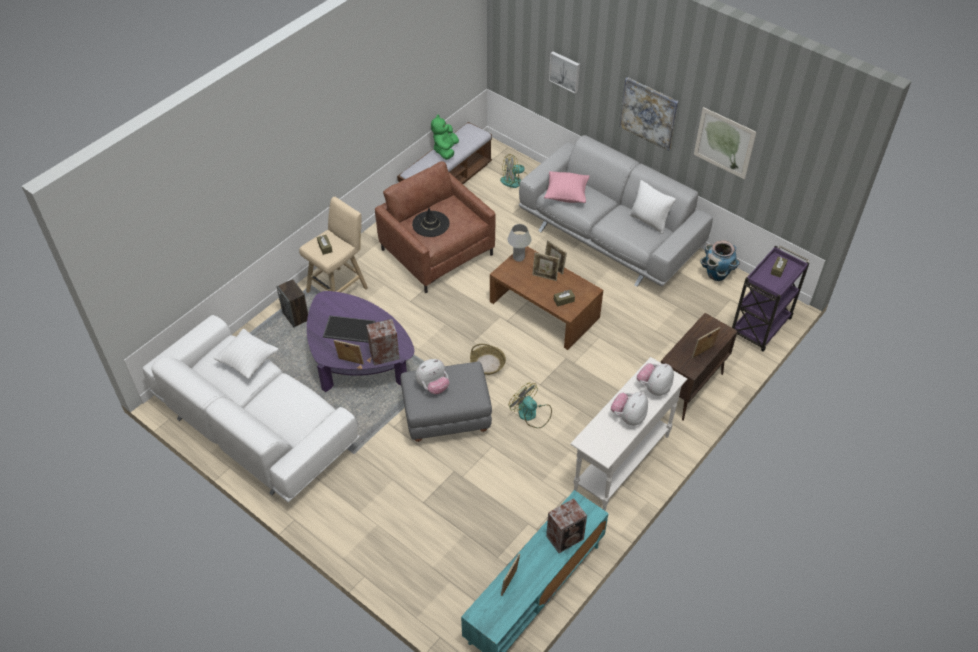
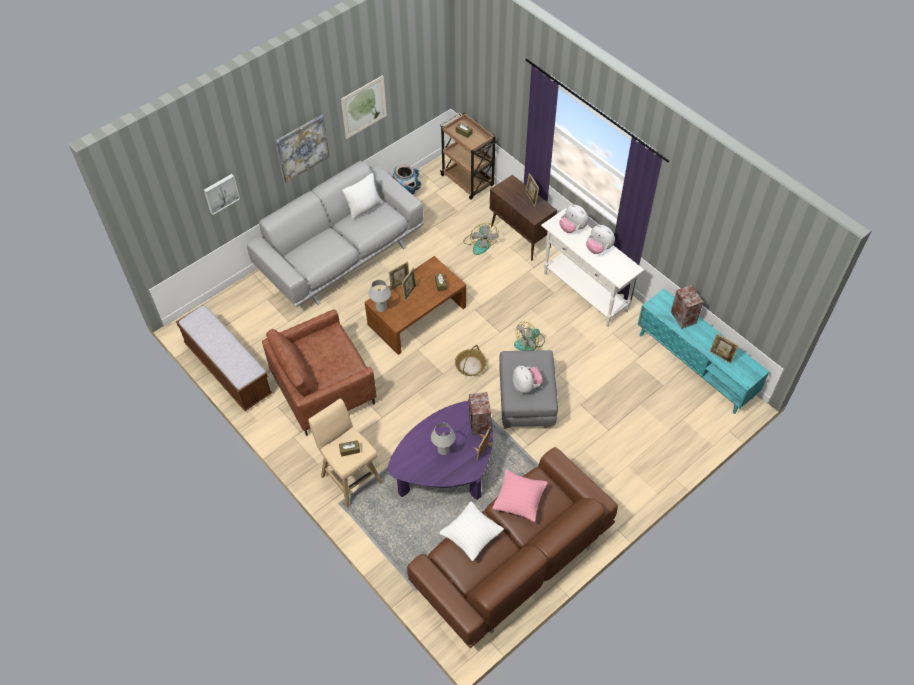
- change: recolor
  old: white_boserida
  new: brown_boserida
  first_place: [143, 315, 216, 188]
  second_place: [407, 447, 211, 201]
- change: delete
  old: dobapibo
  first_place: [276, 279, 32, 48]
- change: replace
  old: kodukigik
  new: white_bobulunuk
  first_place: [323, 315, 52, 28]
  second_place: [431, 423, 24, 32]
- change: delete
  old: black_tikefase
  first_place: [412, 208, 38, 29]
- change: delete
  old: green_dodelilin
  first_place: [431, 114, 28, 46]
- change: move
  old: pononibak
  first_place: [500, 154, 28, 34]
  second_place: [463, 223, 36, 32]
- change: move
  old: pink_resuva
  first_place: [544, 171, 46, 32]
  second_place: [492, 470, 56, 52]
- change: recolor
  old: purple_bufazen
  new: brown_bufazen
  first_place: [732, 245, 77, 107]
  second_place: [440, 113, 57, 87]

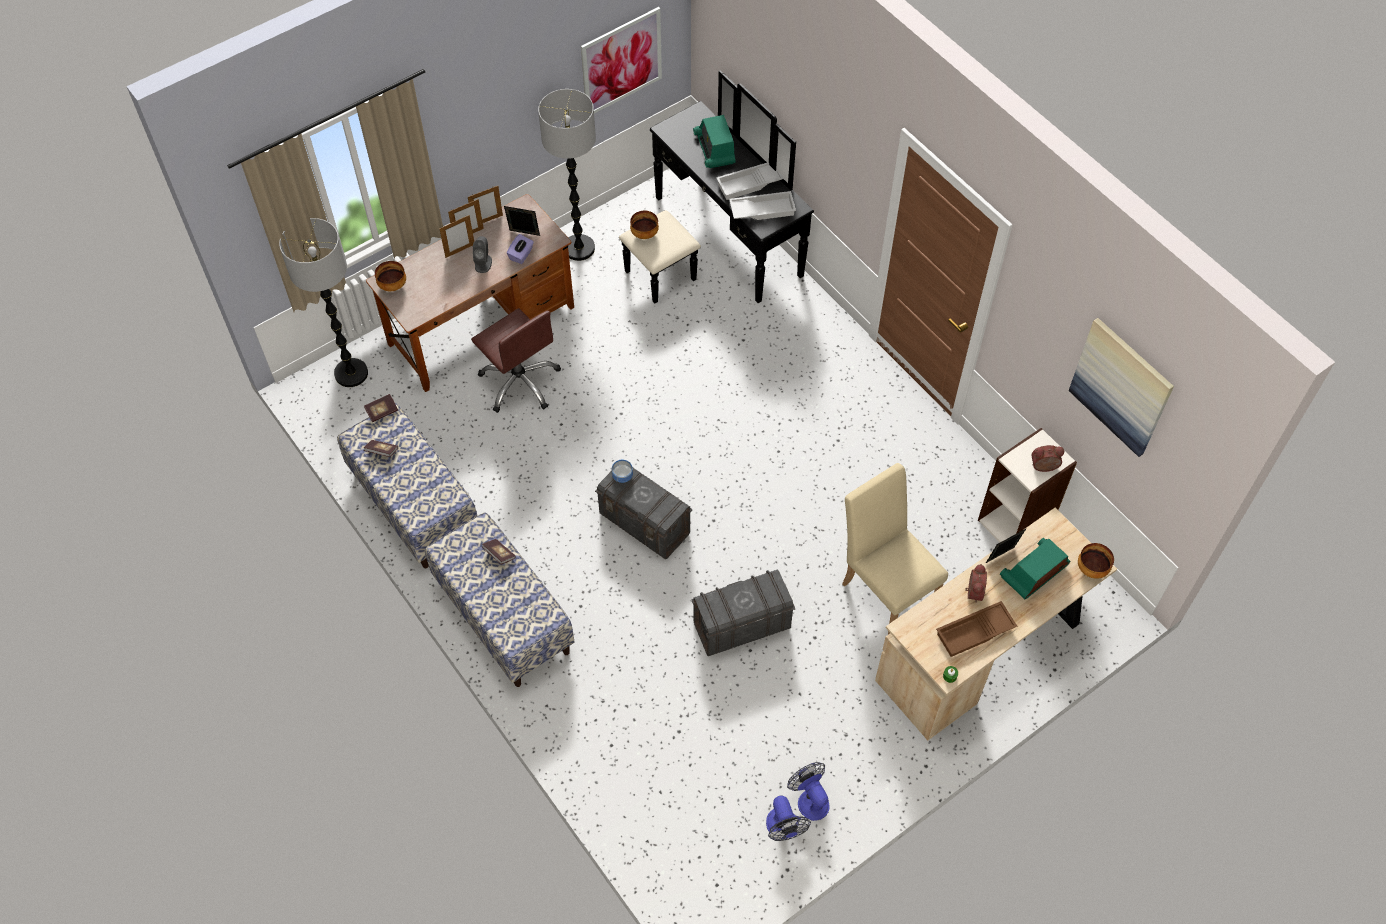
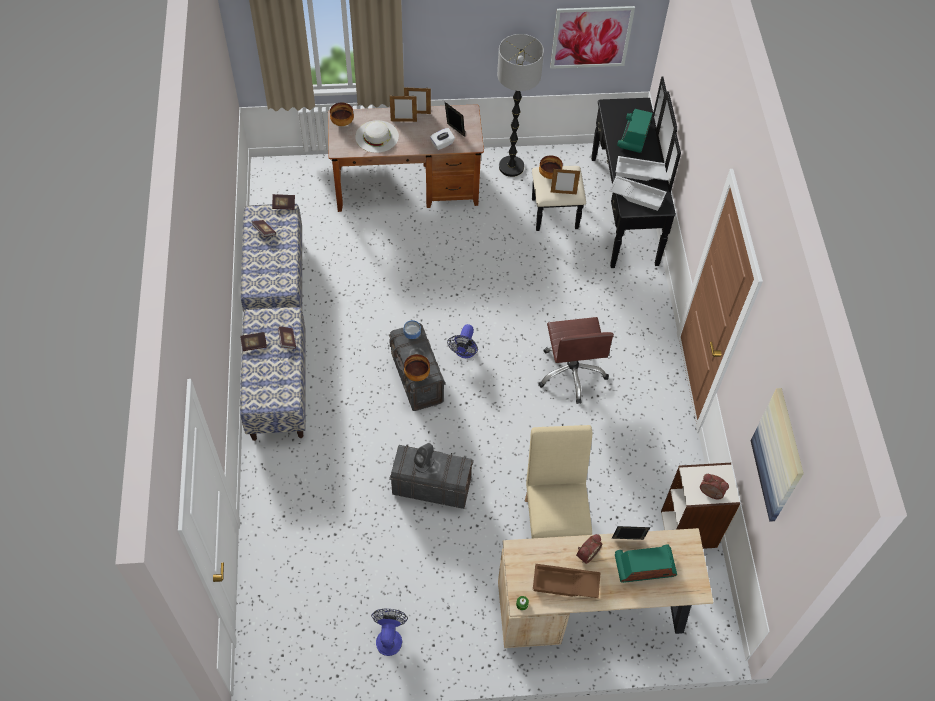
- change: delete
  old: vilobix
  first_place: [279, 218, 89, 169]
- change: move
  old: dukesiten
  first_place: [468, 186, 35, 37]
  second_place: [551, 169, 29, 25]
- change: move
  old: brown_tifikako
  first_place: [471, 308, 90, 105]
  second_place: [538, 317, 76, 87]
- change: move
  old: grey_dobapibo
  first_place: [473, 236, 19, 37]
  second_place: [414, 443, 20, 30]
- change: recolor
  old: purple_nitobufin
  new: white_nitobufin
  first_place: [507, 234, 27, 30]
  second_place: [430, 128, 25, 22]
- change: move
  old: pononibak
  first_place: [766, 796, 45, 45]
  second_place: [447, 324, 31, 34]
- change: move
  old: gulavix
  first_place: [1078, 543, 36, 36]
  second_place: [404, 354, 26, 27]
- change: insert
  new: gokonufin
  second_place: [240, 332, 27, 19]
- change: insert
  new: white_tikefase
  second_place: [355, 120, 44, 33]

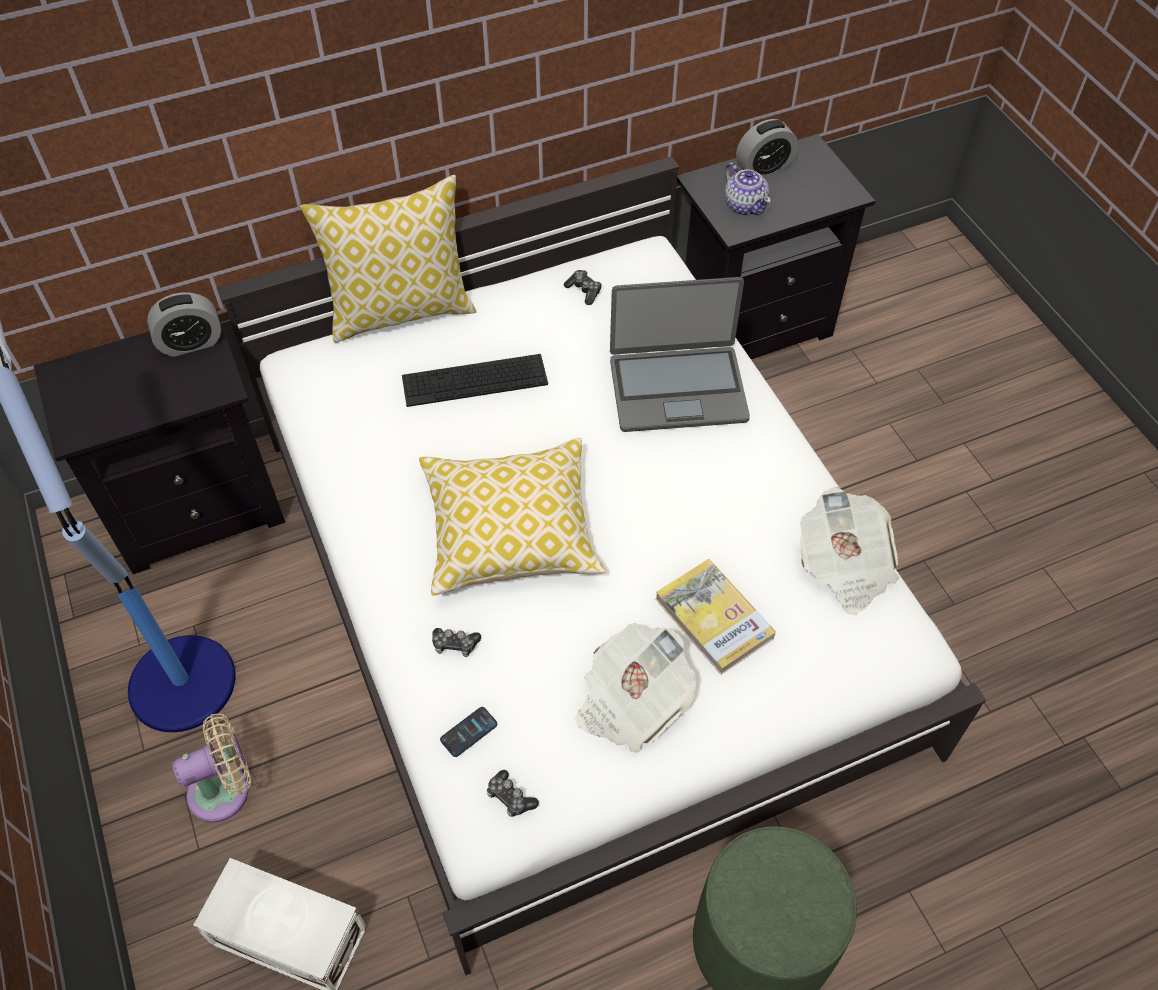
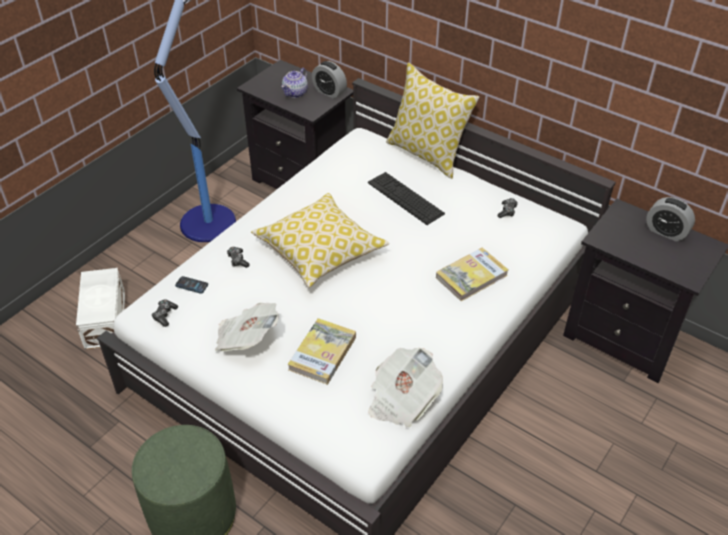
- change: delete
  old: beige_pononibak
  first_place: [172, 713, 79, 110]
- change: replace
  old: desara
  new: gokonufin
  first_place: [610, 277, 140, 155]
  second_place: [436, 248, 72, 53]
- change: move
  old: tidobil
  first_place: [725, 163, 46, 52]
  second_place: [281, 68, 27, 30]

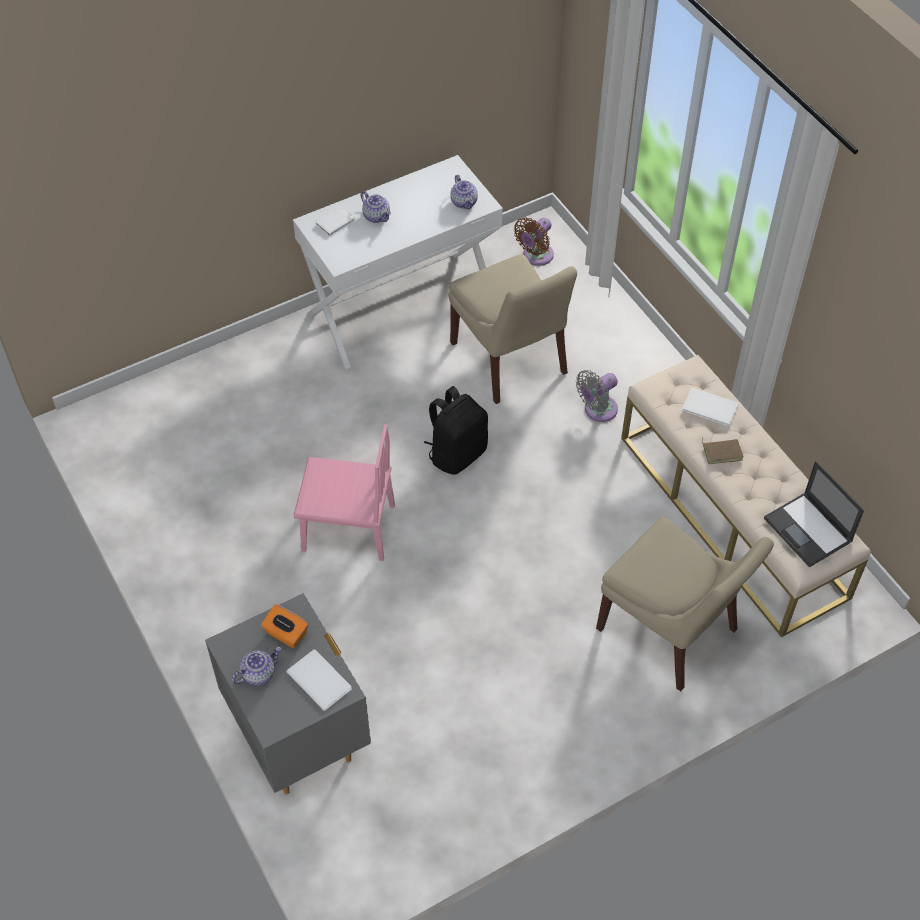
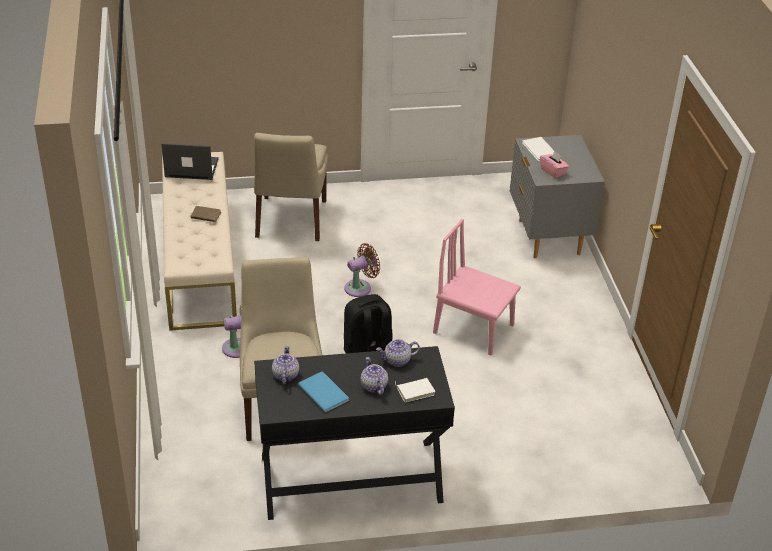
- change: move
  old: tidobil
  first_place: [232, 647, 49, 39]
  second_place: [376, 339, 44, 28]
- change: recolor
  old: orange_nitobufin
  new: pink_nitobufin
  first_place: [261, 604, 48, 44]
  second_place: [540, 150, 29, 28]
- change: recolor
  old: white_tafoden
  new: black_tafoden
  first_place: [293, 155, 210, 214]
  second_place: [254, 346, 201, 174]
- change: move
  old: brown_pononibak
  first_place: [514, 218, 40, 48]
  second_place: [345, 243, 35, 54]
- change: rotate
  old: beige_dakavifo
  first_place: [596, 516, 178, 175]
  second_place: [254, 133, 74, 108]
  degrees: -150
- change: delete
  old: white_gokonufin
  first_place: [682, 387, 57, 39]
- change: rotate
  old: desara
  first_place: [764, 461, 100, 107]
  second_place: [161, 143, 58, 37]
  degrees: -75
- change: insert
  new: blue_gokonufin
  second_place: [298, 372, 51, 40]

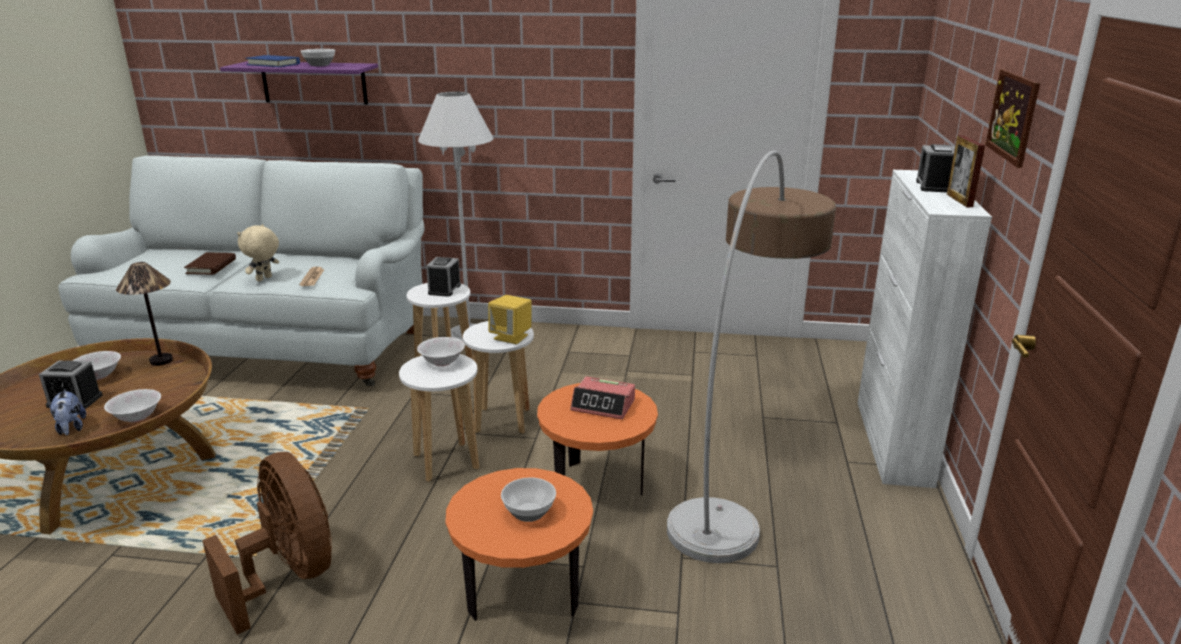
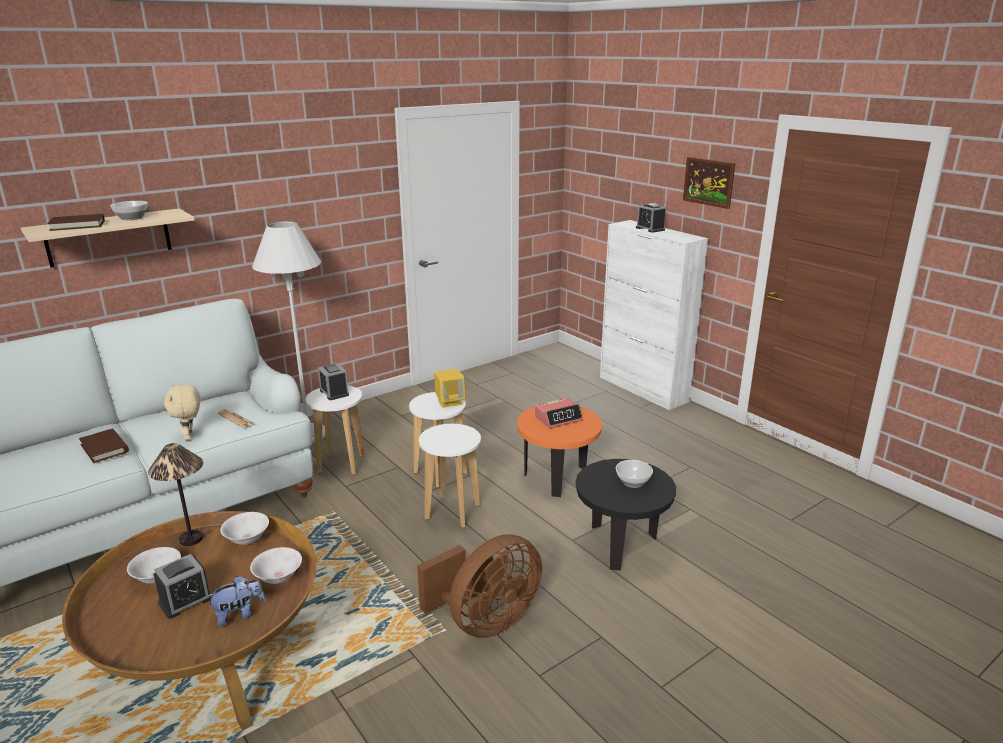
- change: rotate
  old: dodelilin
  first_place: [48, 389, 38, 46]
  second_place: [206, 576, 60, 50]
  degrees: -45
- change: rotate
  old: brown_pononibak
  first_place: [202, 452, 130, 183]
  second_place: [417, 534, 125, 104]
  degrees: 135
- change: recolor
  old: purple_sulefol
  new: beige_sulefol
  first_place: [220, 61, 158, 44]
  second_place: [21, 208, 174, 60]
- change: recolor
  old: blue_gokonufin
  new: brown_gokonufin
  first_place: [245, 55, 55, 12]
  second_place: [47, 214, 58, 17]
- change: move
  old: white_gulavix
  first_place: [417, 337, 48, 29]
  second_place: [220, 512, 49, 33]
- change: recolor
  old: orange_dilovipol
  new: black_dilovipol
  first_place: [445, 468, 148, 153]
  second_place: [575, 459, 101, 112]
- change: delete
  old: vilobix
  first_place: [667, 150, 169, 413]
- change: delete
  old: dukesiten
  first_place: [947, 136, 38, 71]

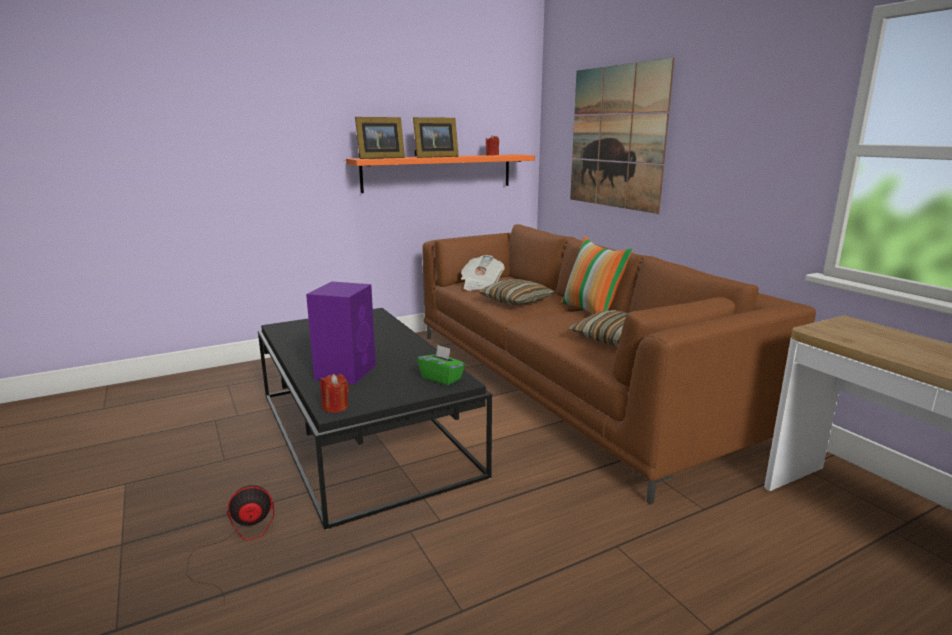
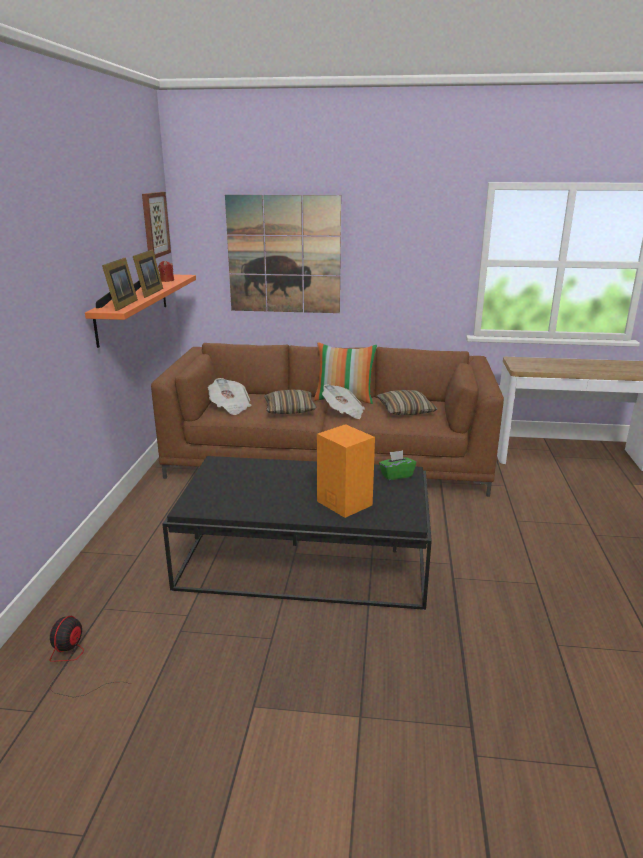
- change: move
  old: pononibak
  first_place: [186, 485, 88, 114]
  second_place: [50, 616, 81, 81]
- change: recolor
  old: purple_dobapibo
  new: orange_dobapibo
  first_place: [306, 281, 70, 103]
  second_place: [317, 424, 58, 94]
- change: delete
  old: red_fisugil
  first_place: [320, 374, 29, 39]
- change: insert
  new: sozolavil
  second_place: [142, 192, 29, 67]
- change: insert
  new: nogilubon
  second_place: [322, 384, 43, 35]

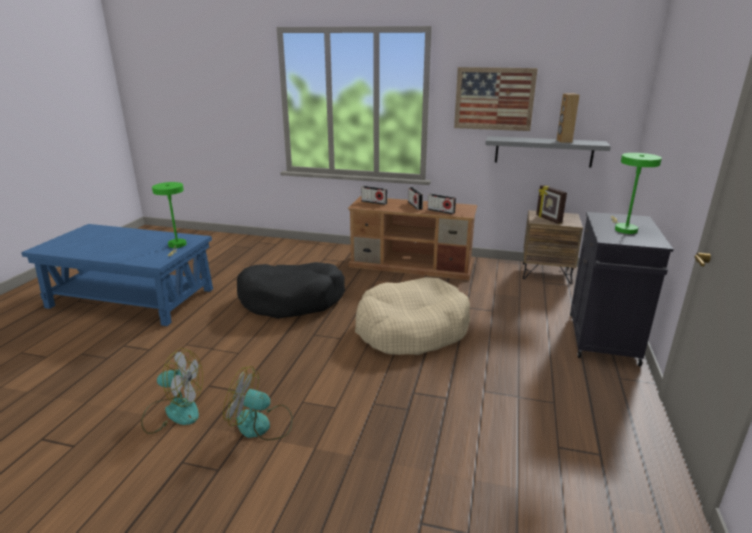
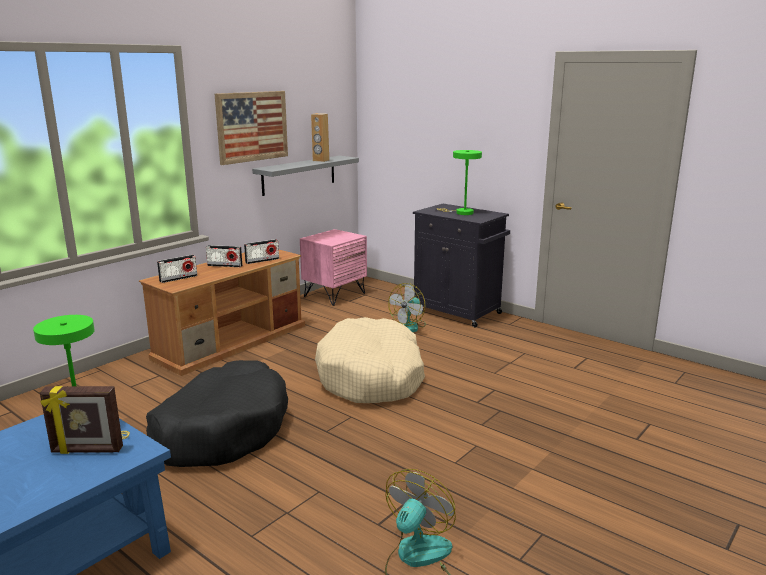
- change: move
  old: pononibak
  first_place: [223, 366, 70, 75]
  second_place: [388, 283, 38, 49]
- change: recolor
  old: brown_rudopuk
  new: pink_rudopuk
  first_place: [523, 210, 60, 74]
  second_place: [300, 229, 67, 77]
- change: move
  old: dukesiten
  first_place: [536, 185, 31, 39]
  second_place: [40, 386, 83, 68]

